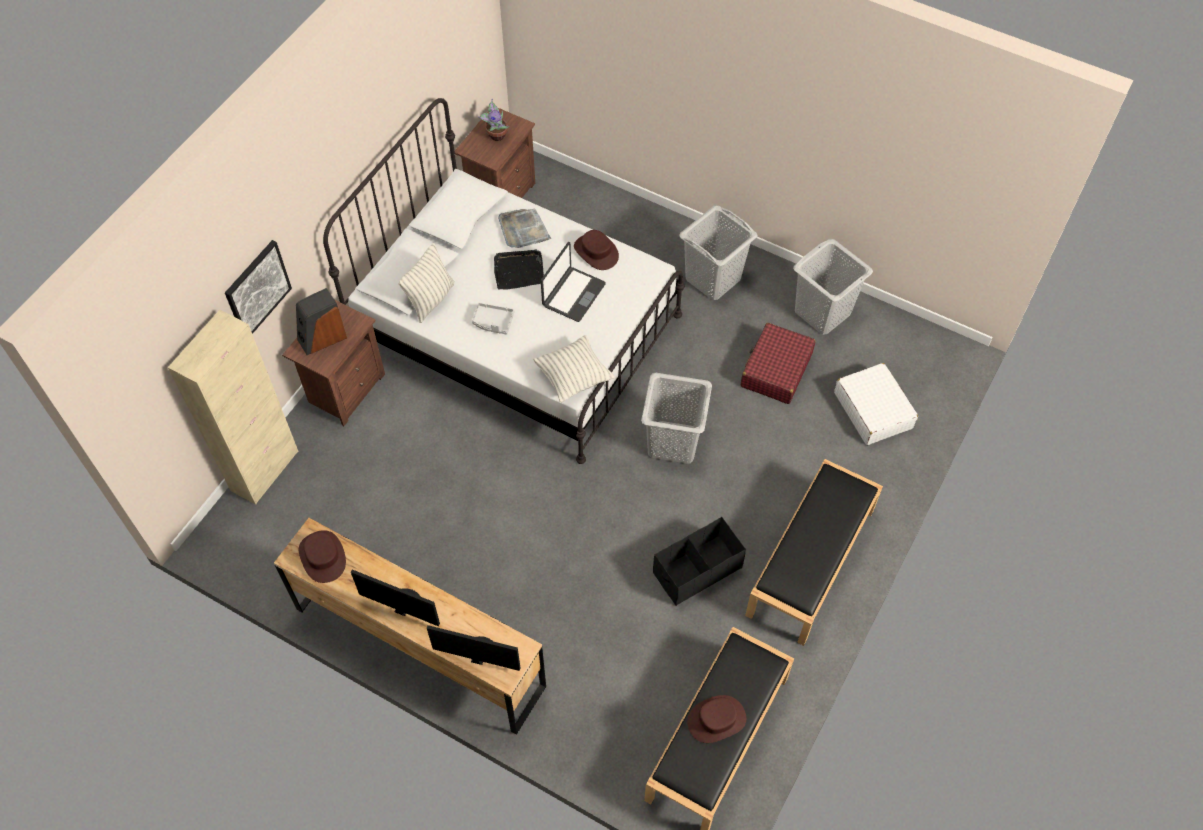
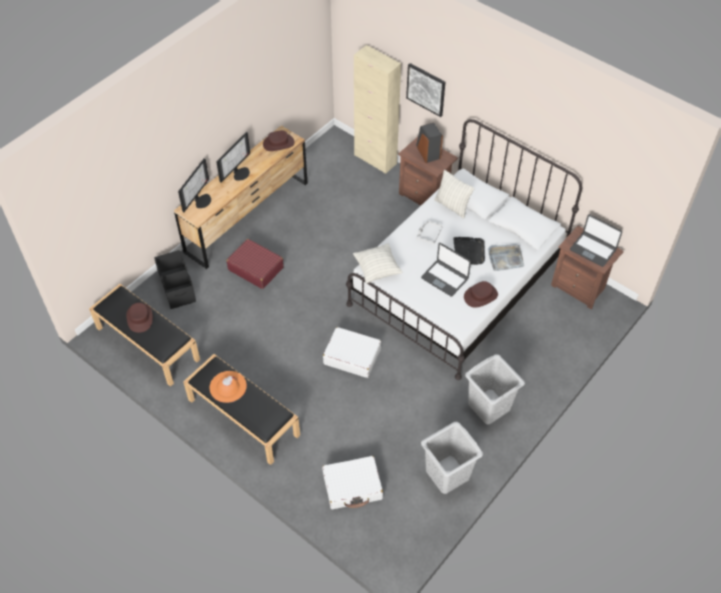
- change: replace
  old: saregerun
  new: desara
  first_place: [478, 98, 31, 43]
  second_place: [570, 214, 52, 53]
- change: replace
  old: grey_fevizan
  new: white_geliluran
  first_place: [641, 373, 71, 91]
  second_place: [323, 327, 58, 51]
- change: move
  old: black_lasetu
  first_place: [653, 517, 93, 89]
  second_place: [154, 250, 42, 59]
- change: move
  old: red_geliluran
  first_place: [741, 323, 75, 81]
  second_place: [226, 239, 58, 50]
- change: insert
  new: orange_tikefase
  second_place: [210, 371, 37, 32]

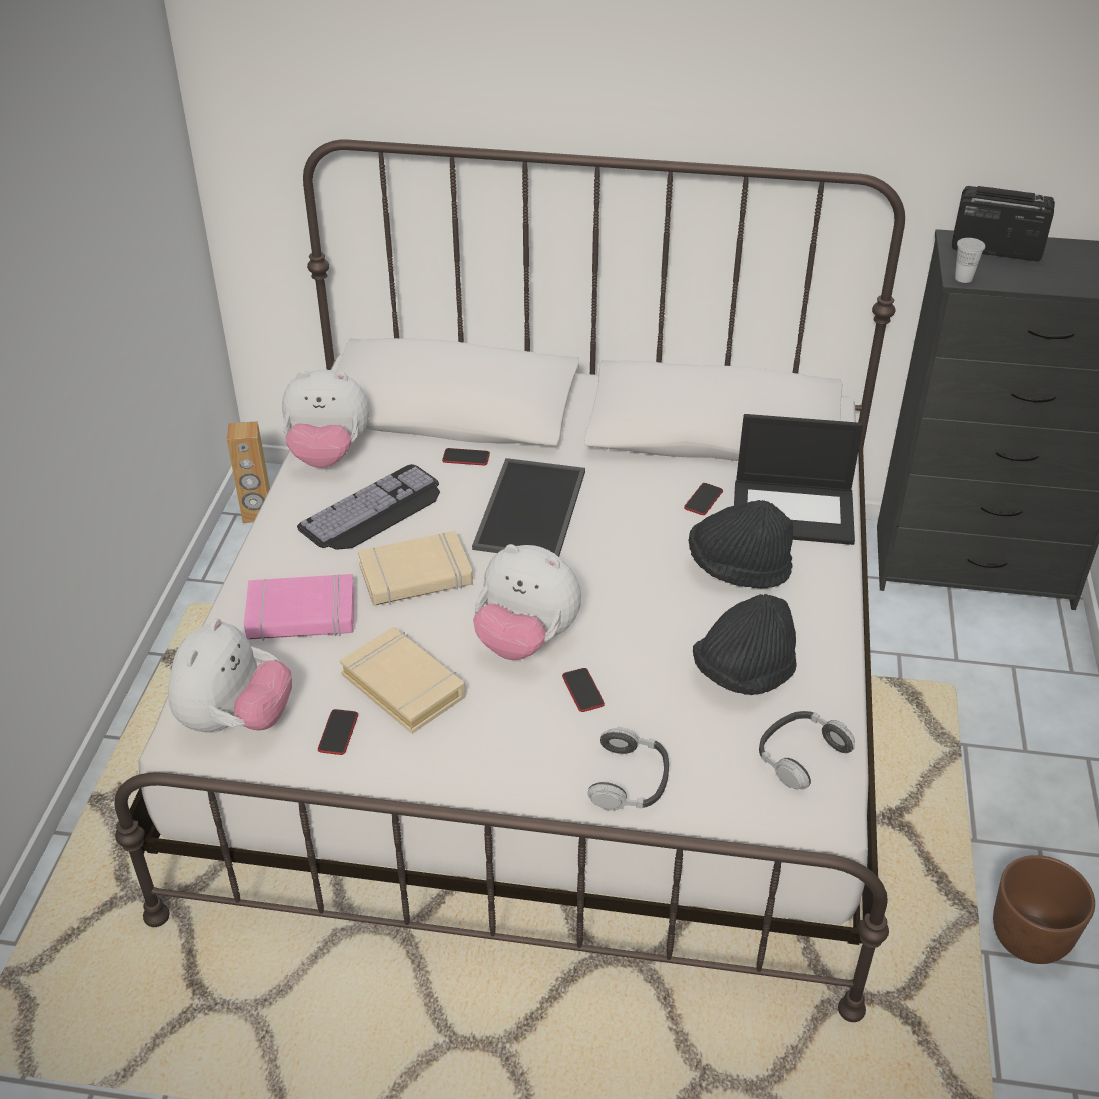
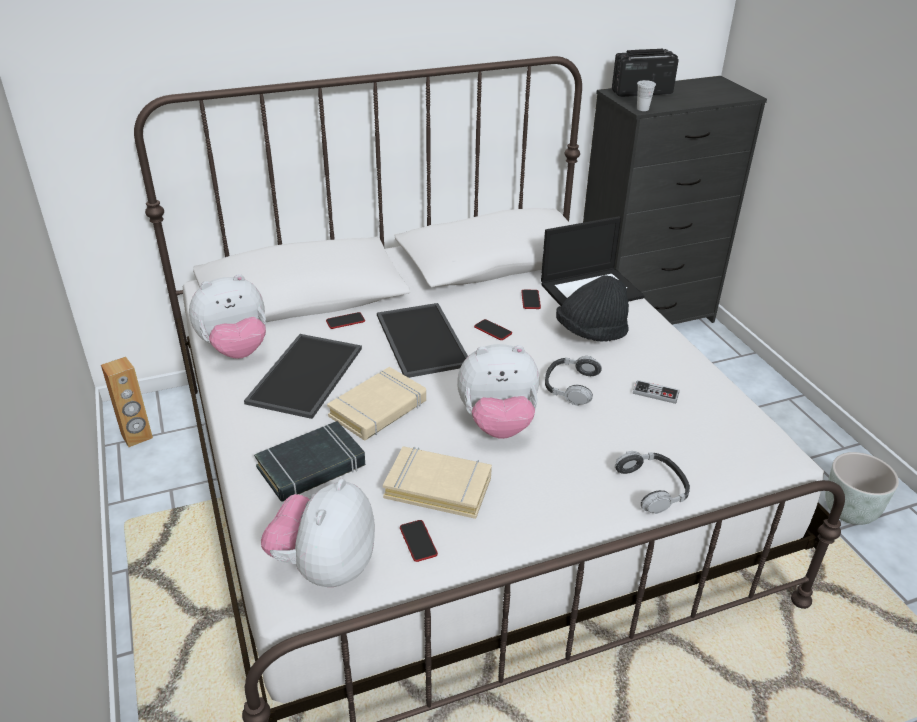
- change: rotate
  old: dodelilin
  first_place: [168, 618, 124, 115]
  second_place: [261, 479, 114, 108]
  degrees: -150
- change: recolor
  old: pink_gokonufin
  new: black_gokonufin
  first_place: [244, 574, 110, 67]
  second_place: [254, 421, 111, 81]
- change: replace
  old: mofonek
  new: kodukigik
  first_place: [297, 464, 143, 86]
  second_place: [244, 334, 118, 85]
- change: move
  old: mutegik
  first_place: [562, 668, 43, 44]
  second_place: [474, 319, 38, 21]
- change: replace
  old: black_tikefase
  new: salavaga
  first_place: [693, 594, 104, 101]
  second_place: [633, 380, 47, 24]
- change: move
  old: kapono
  first_place: [759, 711, 96, 79]
  second_place: [545, 356, 57, 50]
- change: recolor
  old: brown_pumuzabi
  new: grey_pumuzabi
  first_place: [993, 855, 102, 109]
  second_place: [825, 452, 74, 73]

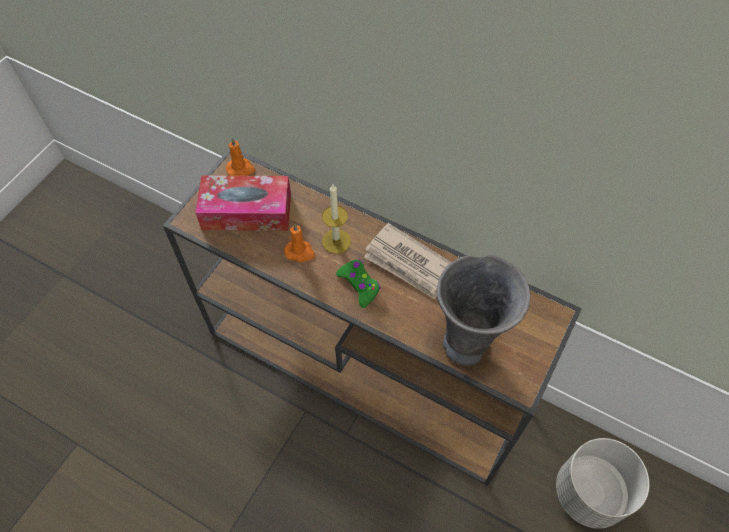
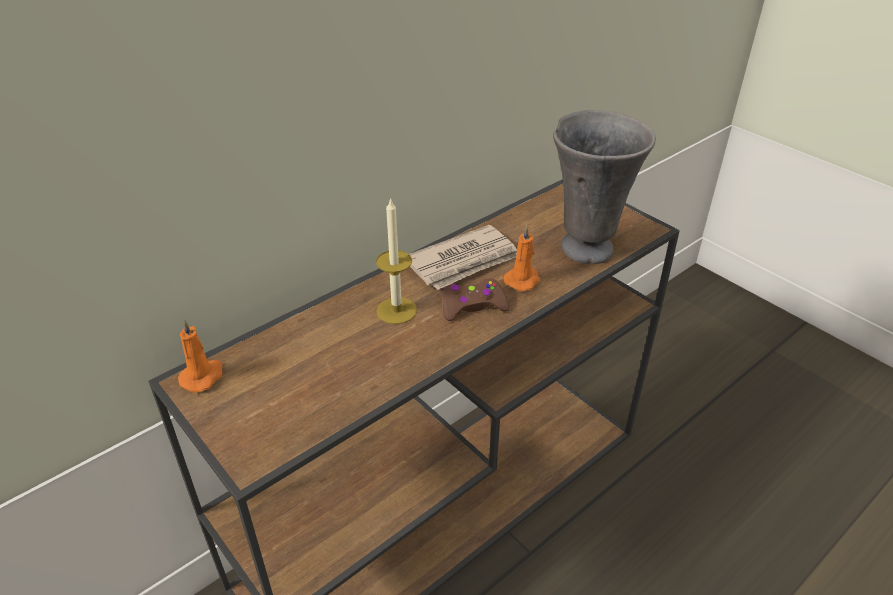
- change: delete
  old: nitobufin
  first_place: [195, 175, 96, 56]
- change: move
  old: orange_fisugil
  first_place: [284, 223, 31, 39]
  second_place: [503, 226, 38, 65]
- change: recolor
  old: green_salavaga
  new: brown_salavaga
  first_place: [336, 260, 44, 48]
  second_place: [443, 278, 66, 43]
- change: delete
  old: grey_pumuzabi
  first_place: [556, 438, 94, 91]

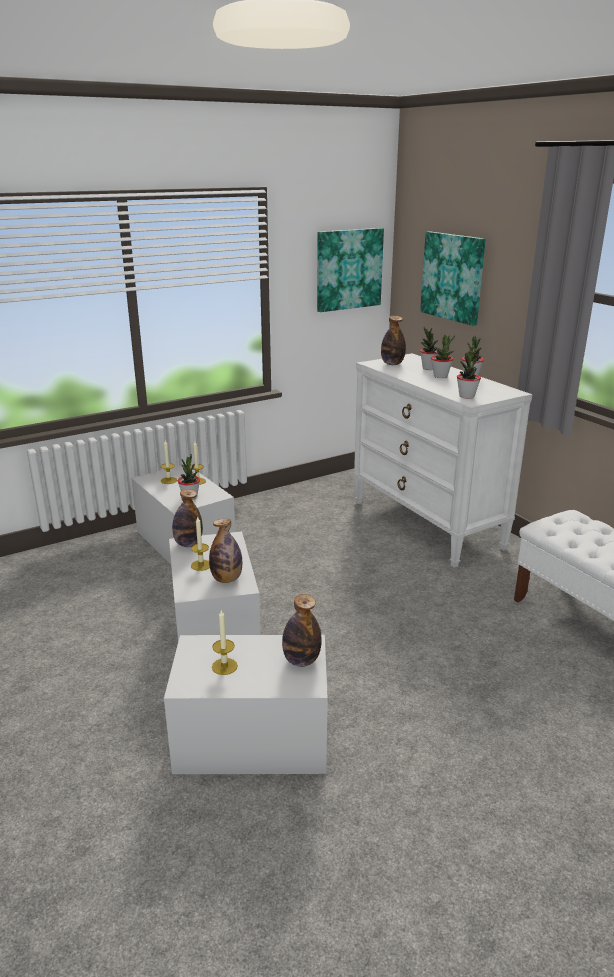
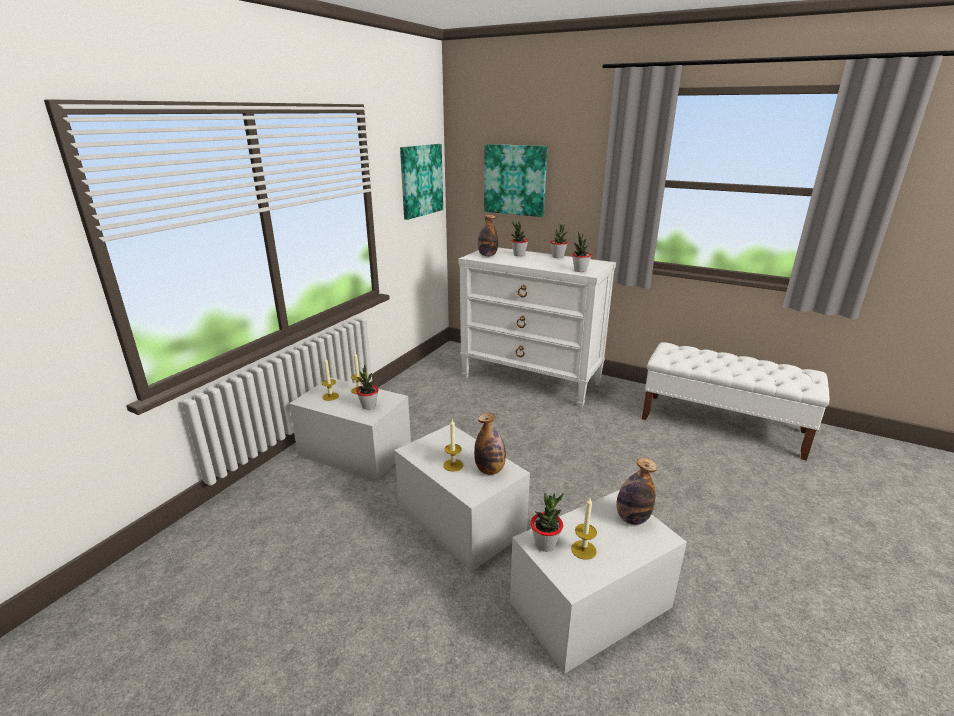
- change: delete
  old: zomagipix
  first_place: [172, 489, 31, 58]
- change: move
  old: saregerun
  first_place: [431, 335, 24, 43]
  second_place: [531, 493, 33, 59]

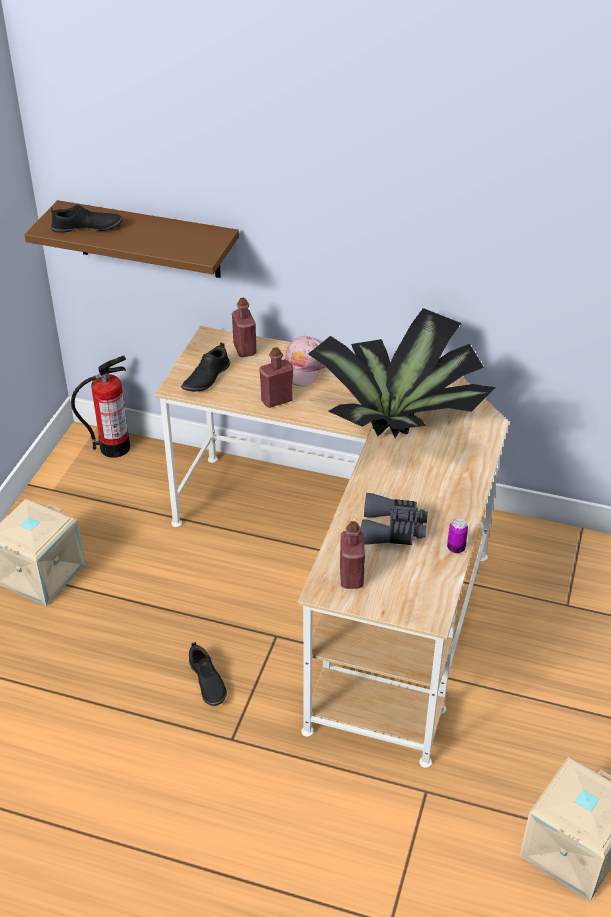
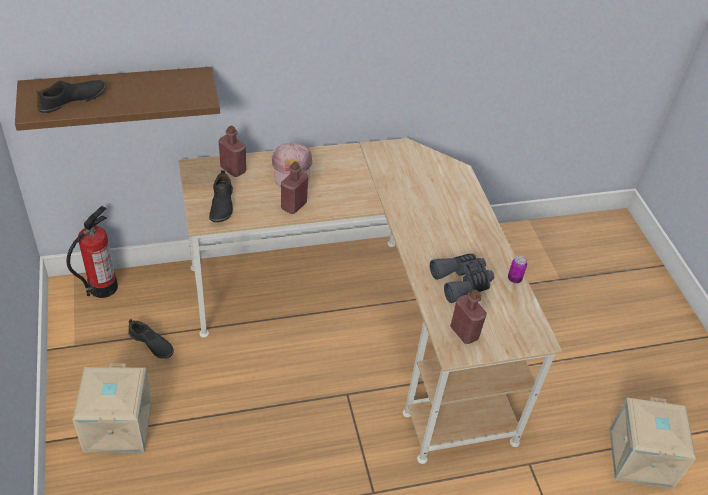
- change: move
  old: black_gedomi
  first_place: [189, 642, 38, 64]
  second_place: [129, 319, 45, 40]
- change: delete
  old: saregerun
  first_place: [308, 308, 188, 130]

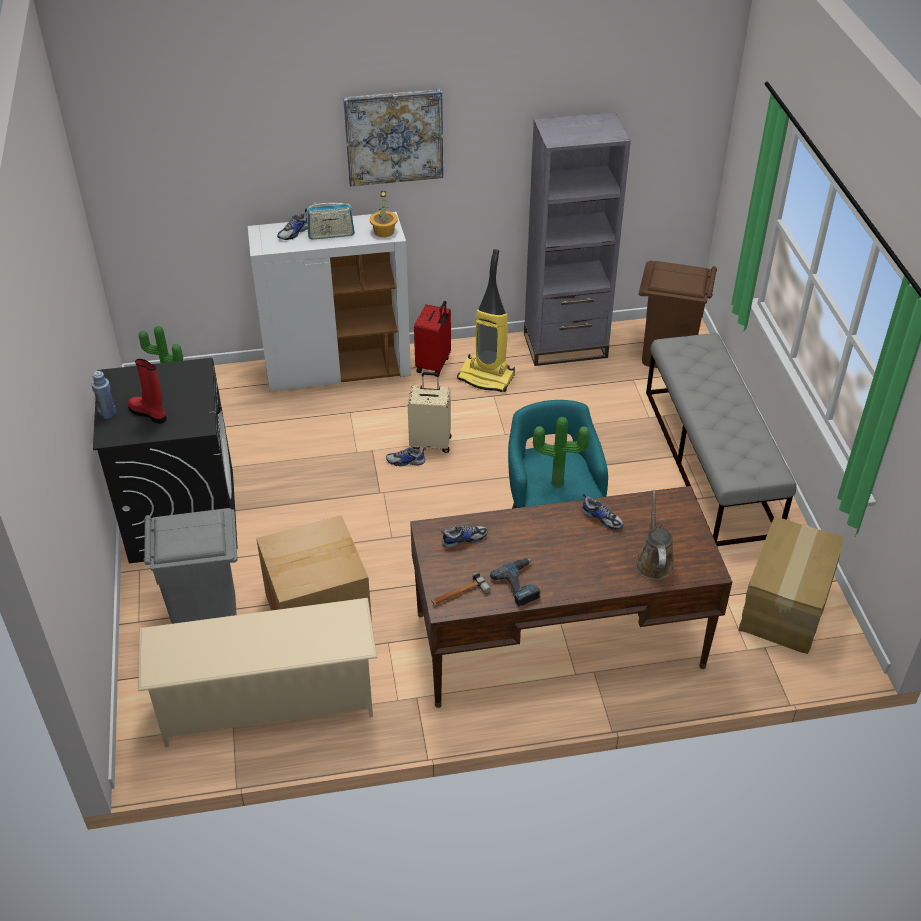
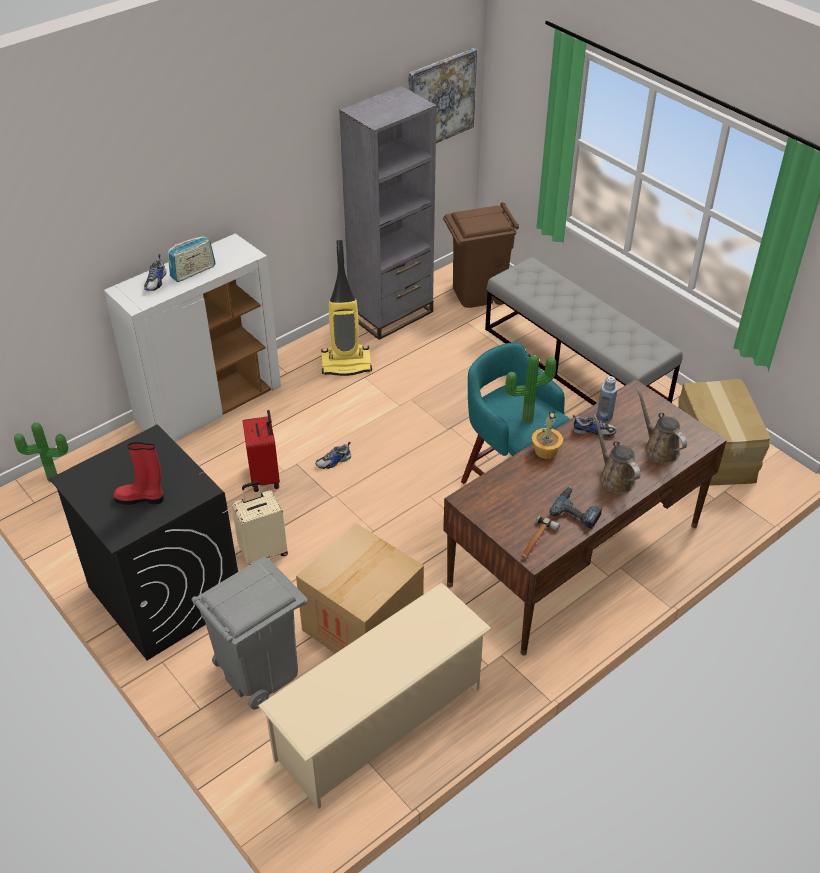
- change: move
  old: blue_zomagipix
  first_place: [91, 371, 25, 48]
  second_place: [597, 376, 21, 45]
- change: move
  old: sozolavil
  first_place: [343, 89, 100, 98]
  second_place: [409, 48, 68, 95]
- change: move
  old: saregerun
  first_place: [370, 191, 28, 46]
  second_place: [532, 411, 31, 48]
- change: move
  old: beige_geliluran
  first_place: [408, 372, 43, 81]
  second_place: [232, 481, 56, 84]
- change: move
  old: red_geliluran
  first_place: [414, 301, 37, 76]
  second_place: [242, 410, 38, 82]
- change: delete
  old: gedomi
  first_place: [441, 525, 47, 23]
- change: insert
  new: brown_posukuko
  second_place: [593, 415, 48, 79]

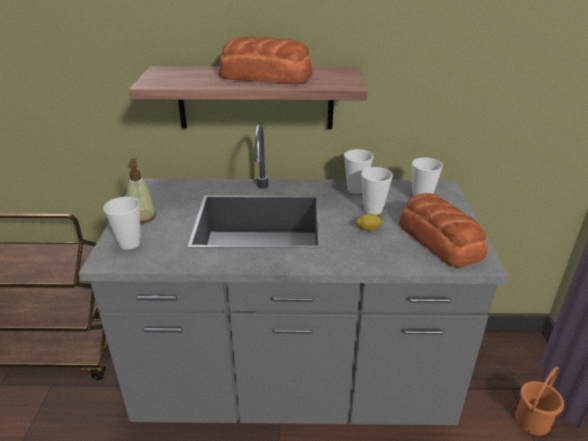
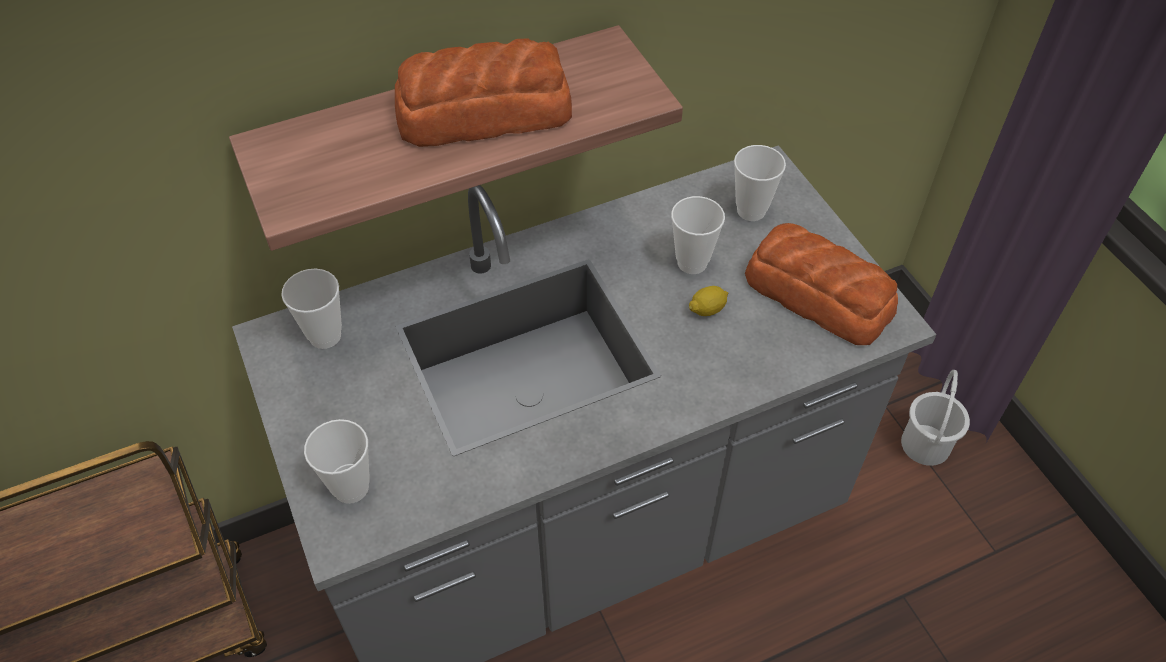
- change: delete
  old: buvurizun
  first_place: [128, 158, 28, 65]
- change: move
  old: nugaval
  first_place: [344, 149, 29, 45]
  second_place: [281, 269, 61, 80]
- change: recolor
  old: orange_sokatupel
  new: white_sokatupel
  first_place: [515, 366, 49, 69]
  second_place: [901, 370, 69, 96]

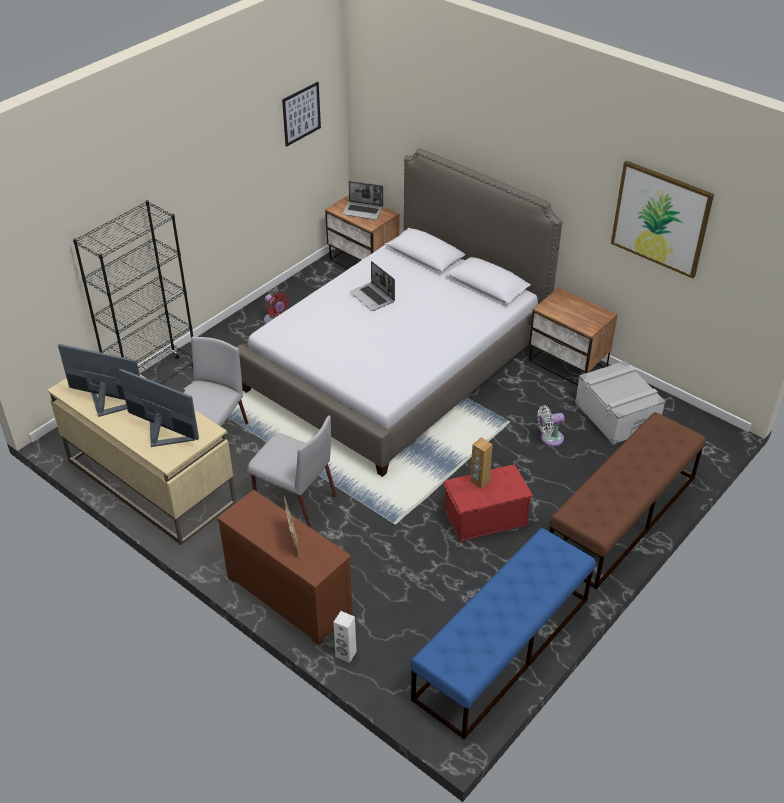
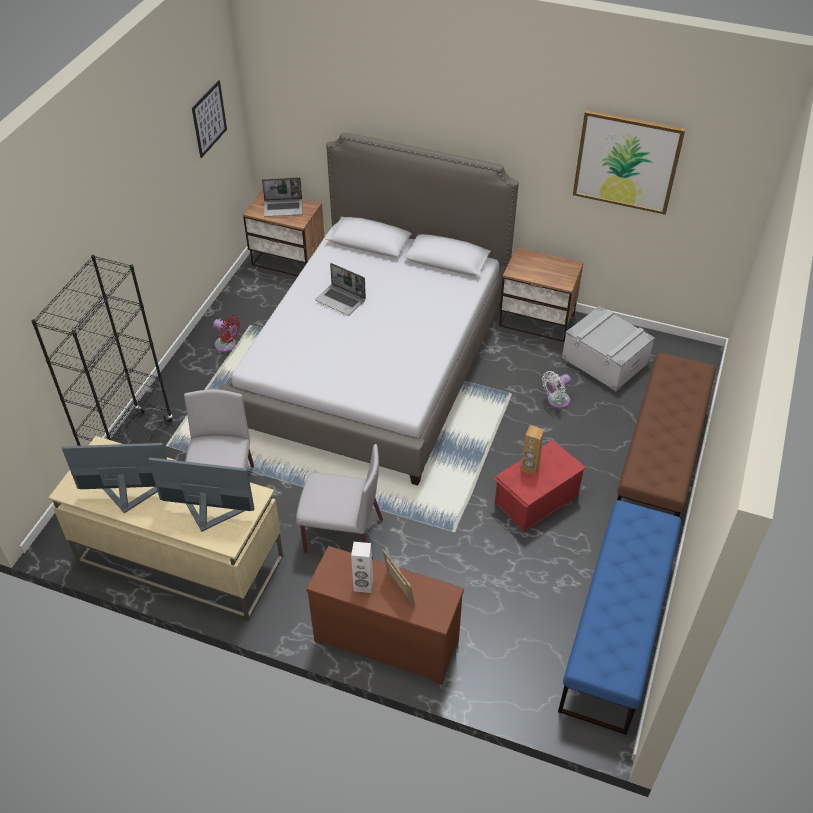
- change: move
  old: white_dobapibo
  first_place: [333, 611, 24, 52]
  second_place: [351, 542, 22, 51]

